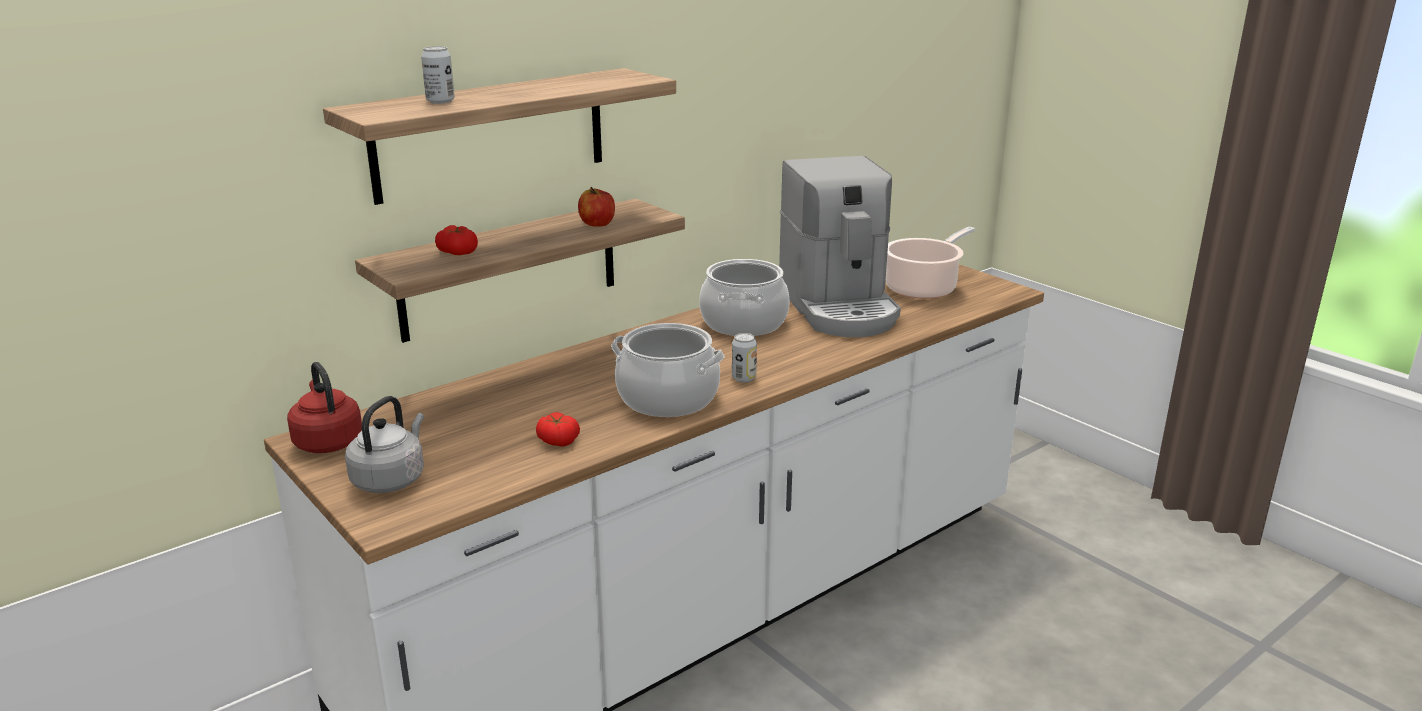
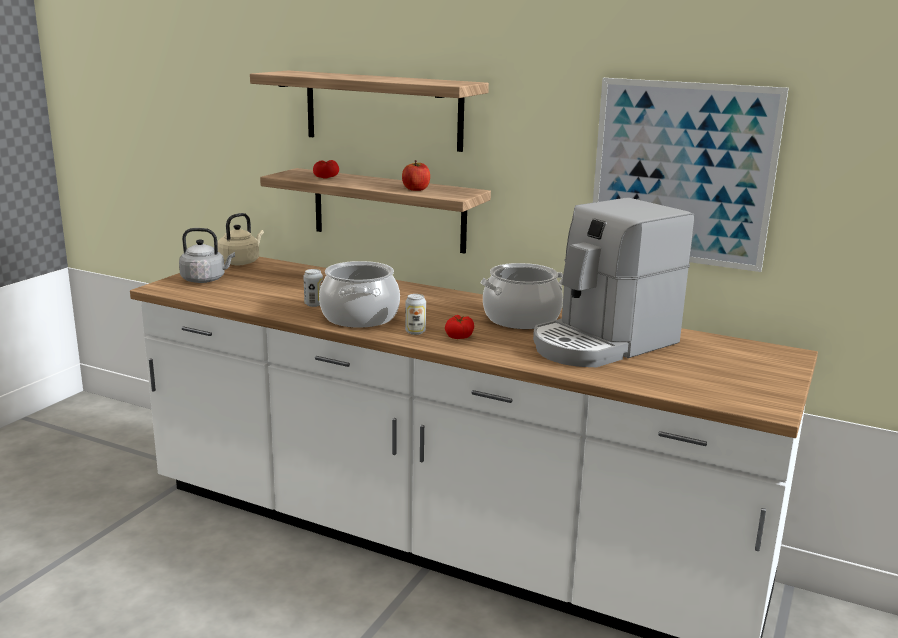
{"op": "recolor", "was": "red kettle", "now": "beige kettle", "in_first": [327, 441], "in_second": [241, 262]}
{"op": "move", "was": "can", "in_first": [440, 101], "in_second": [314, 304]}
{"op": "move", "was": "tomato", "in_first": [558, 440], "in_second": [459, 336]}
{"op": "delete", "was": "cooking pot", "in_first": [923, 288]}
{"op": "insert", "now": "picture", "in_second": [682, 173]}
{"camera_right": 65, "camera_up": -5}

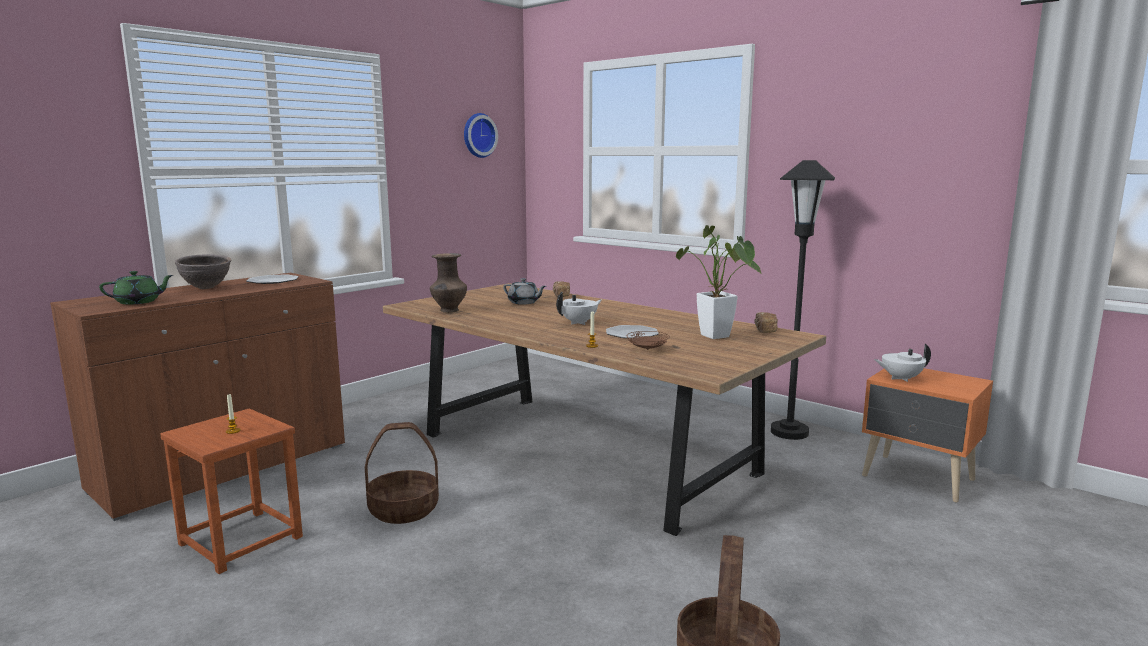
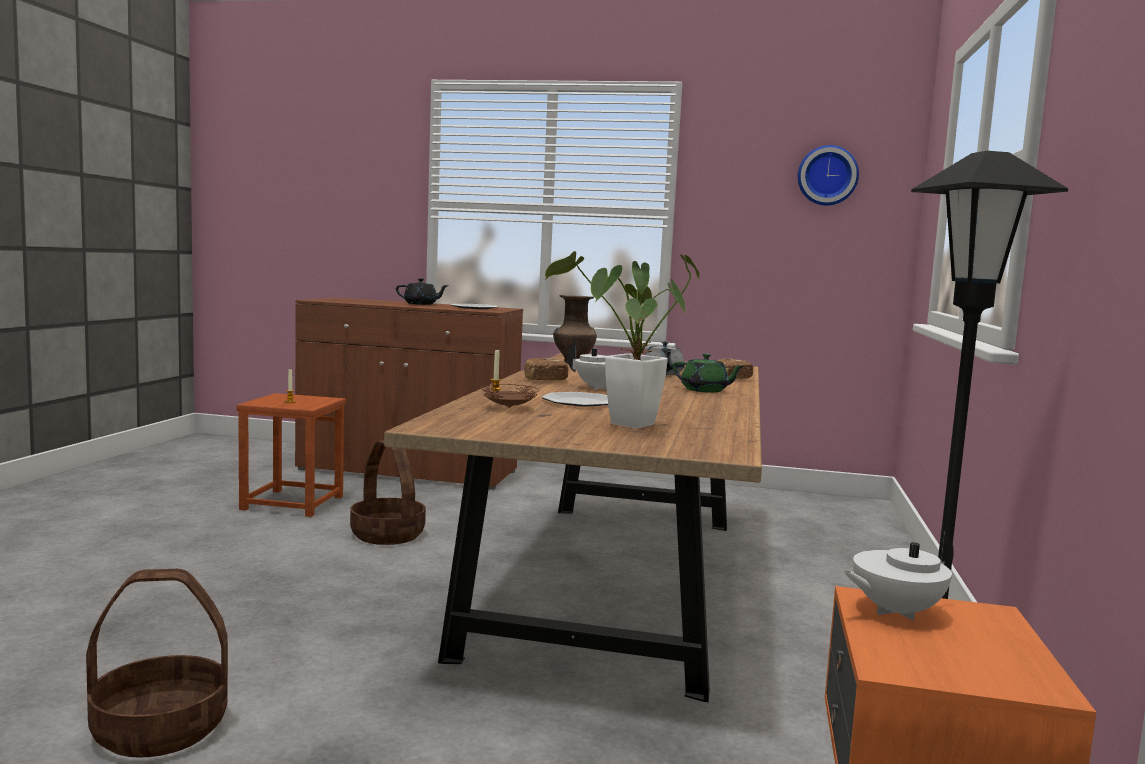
{"op": "move", "was": "green teapot", "in_first": [139, 302], "in_second": [705, 390]}
{"op": "replace", "was": "brown bowl", "now": "black teapot", "in_first": [206, 288], "in_second": [421, 304]}
{"op": "move", "was": "bread", "in_first": [765, 331], "in_second": [545, 380]}
{"op": "rotate", "was": "white teapot", "in_first": [900, 378], "in_second": [894, 611], "clockwise": -75}
{"camera_right": 60, "camera_up": -5}

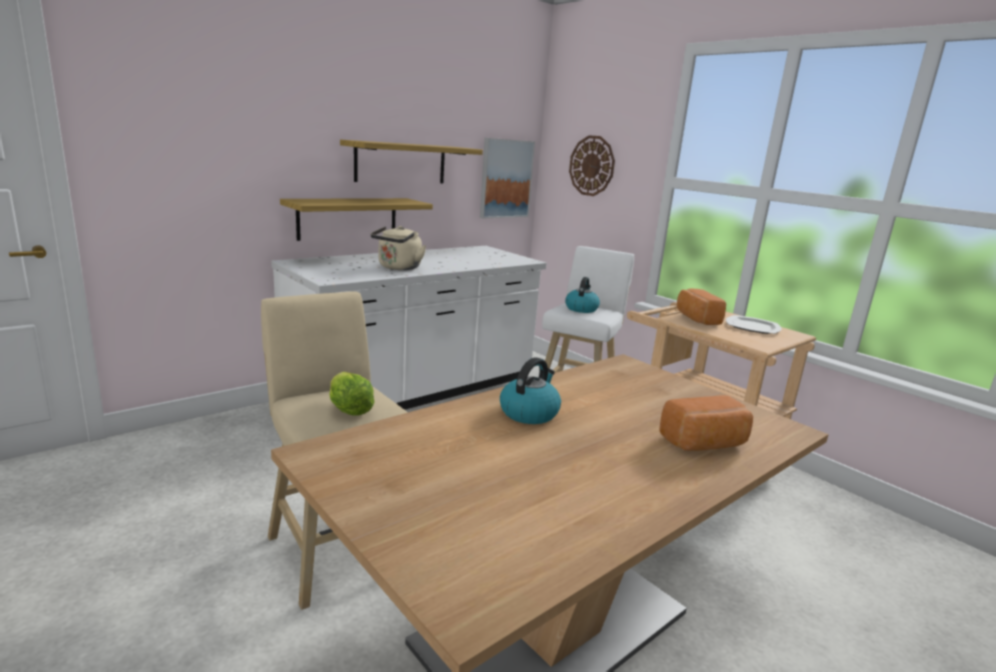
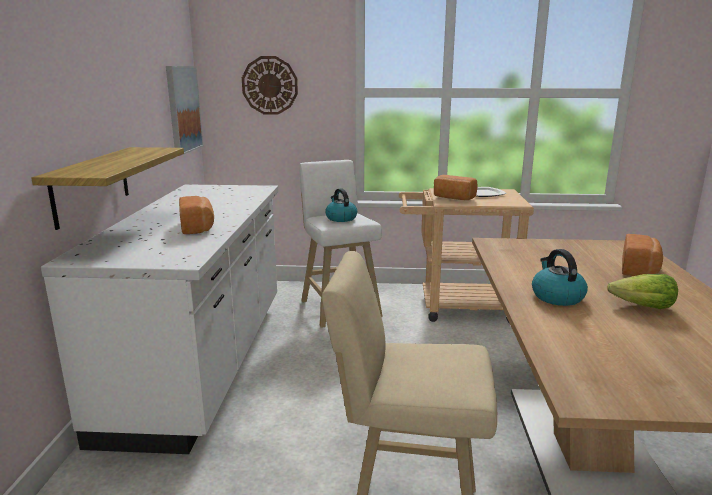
{"op": "move", "was": "lettuce", "in_first": [349, 408], "in_second": [643, 307]}
{"op": "delete", "was": "shelf", "in_first": [401, 163]}
{"op": "replace", "was": "beige kettle", "now": "bread", "in_first": [398, 268], "in_second": [198, 227]}
{"camera_right": -45, "camera_up": 0}

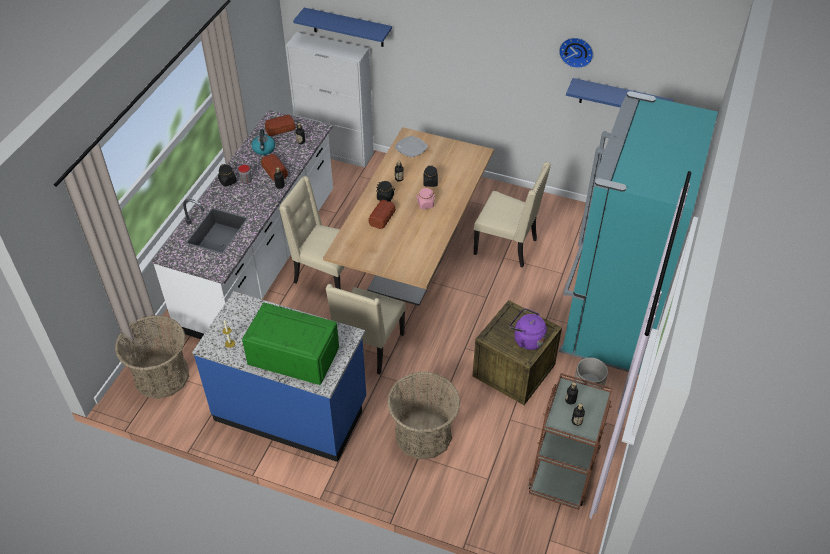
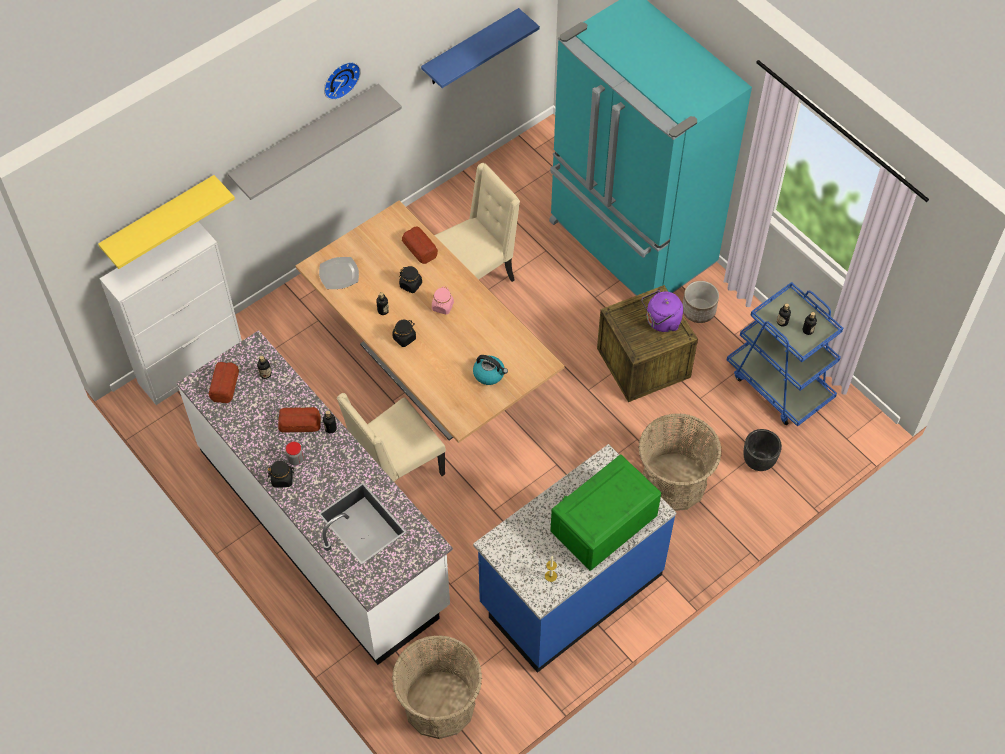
{"op": "move", "was": "kettle", "in_first": [264, 149], "in_second": [489, 374]}
{"op": "recolor", "was": "blue shelf", "now": "yellow shelf", "in_first": [348, 27], "in_second": [160, 219]}
{"op": "delete", "was": "beige chair", "in_first": [369, 348]}
{"op": "move", "was": "bread", "in_first": [382, 217], "in_second": [420, 248]}
{"op": "recolor", "was": "brown cart", "now": "blue cart", "in_first": [564, 468], "in_second": [779, 384]}
{"op": "move", "was": "wall clock", "in_first": [576, 51], "in_second": [340, 78]}
{"op": "insert", "now": "grey shelf", "in_second": [306, 139]}
{"op": "insert", "now": "black planter", "in_second": [759, 461]}
{"camera_right": -60, "camera_up": 10}

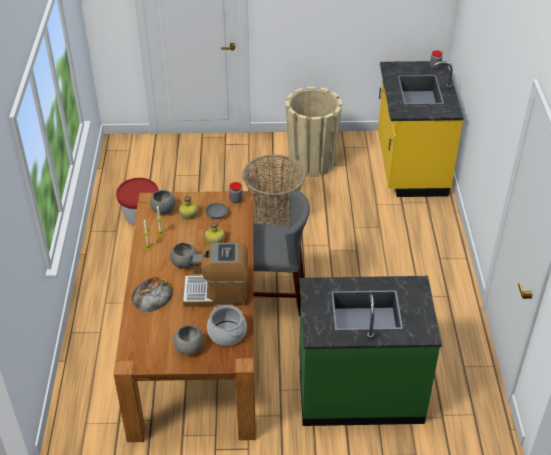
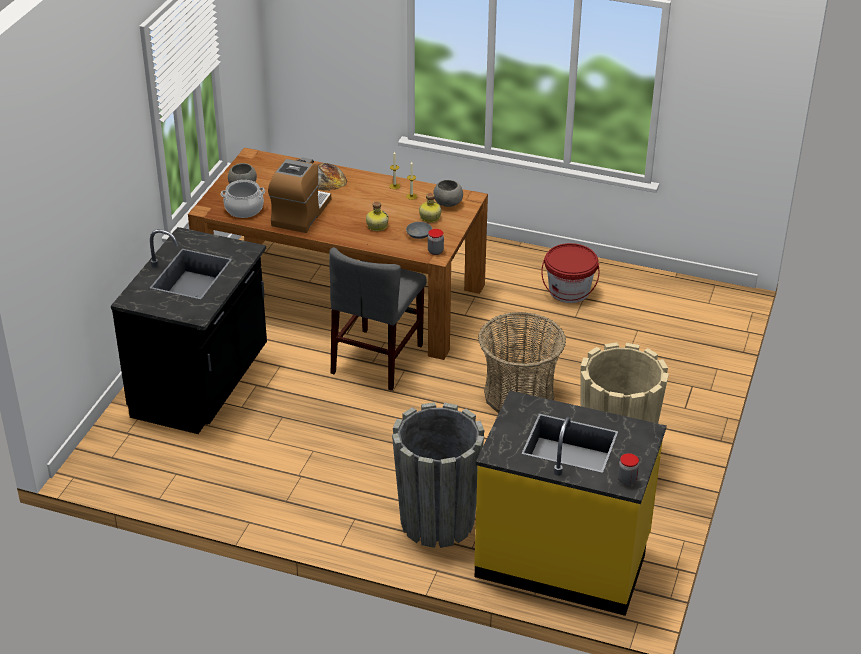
{"op": "delete", "was": "grey bowl", "in_first": [184, 264]}
{"op": "recolor", "was": "green counter", "now": "black counter", "in_first": [359, 390], "in_second": [202, 385]}
{"op": "insert", "now": "grey planter", "in_second": [437, 521]}
{"camera_right": 110, "camera_up": -5}

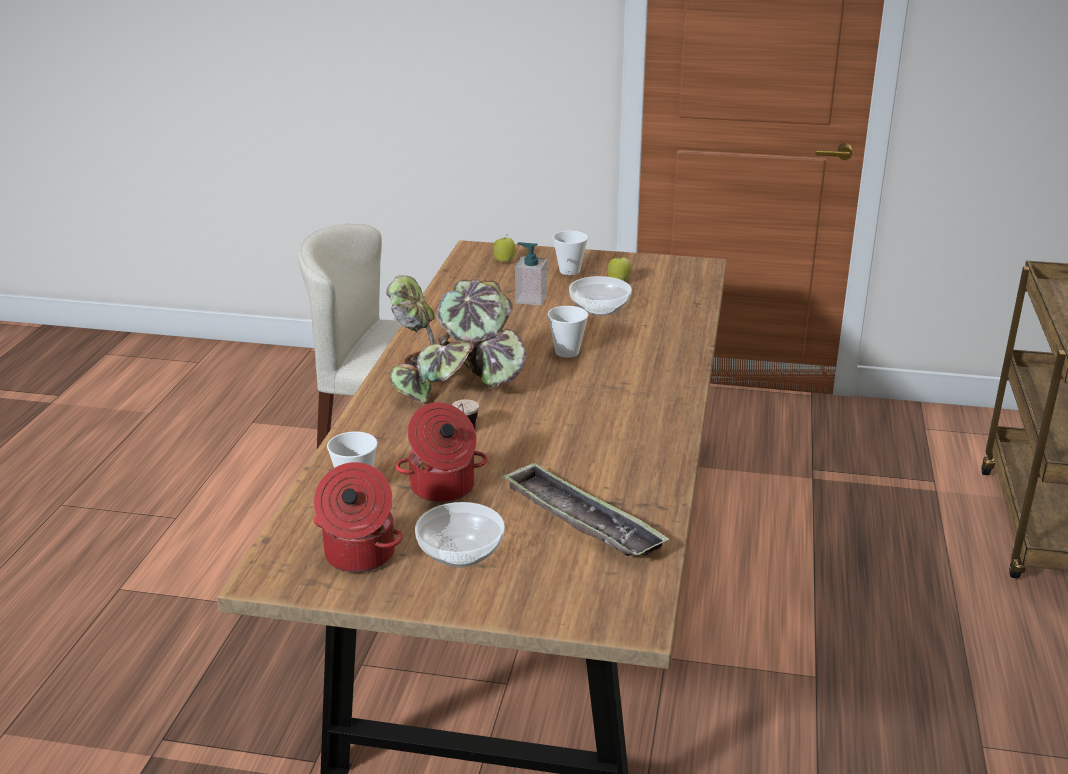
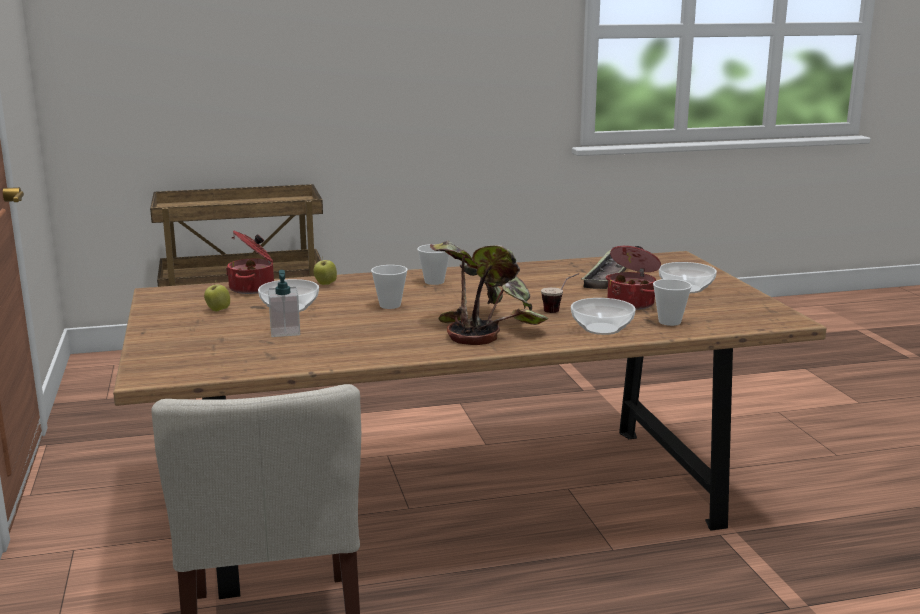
{"op": "move", "was": "cooking pot", "in_first": [358, 555], "in_second": [253, 288]}
{"op": "move", "was": "apple", "in_first": [504, 261], "in_second": [325, 284]}
{"op": "move", "was": "cup", "in_first": [569, 271], "in_second": [434, 282]}
{"op": "insert", "now": "bowl", "in_second": [601, 329]}
{"camera_right": -115, "camera_up": -10}

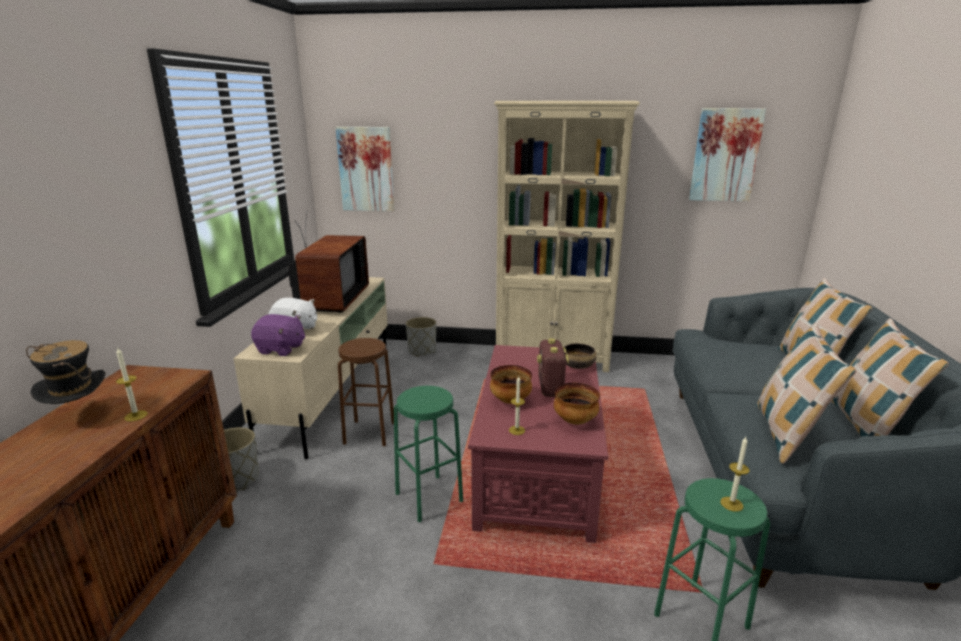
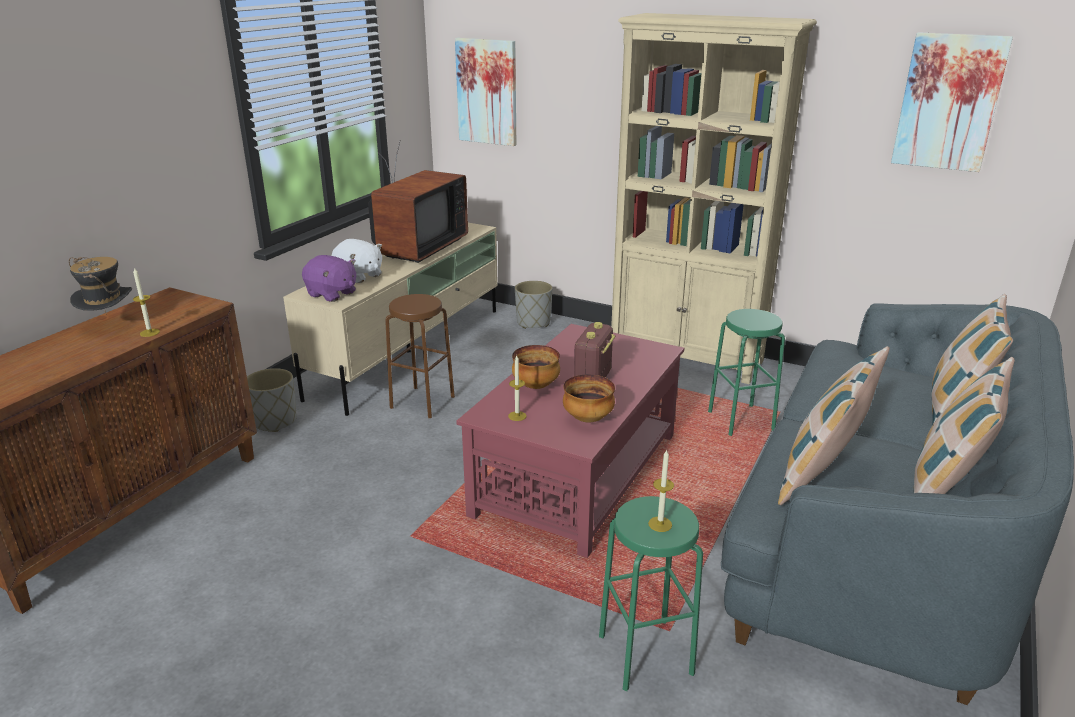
{"op": "move", "was": "green stool", "in_first": [429, 497], "in_second": [741, 421]}
{"op": "delete", "was": "bowl", "in_first": [578, 365]}
{"camera_right": 20, "camera_up": 5}

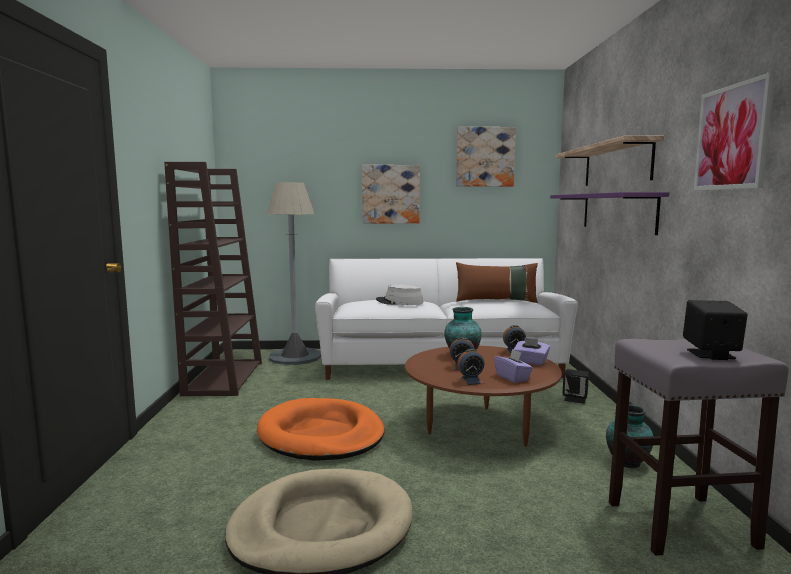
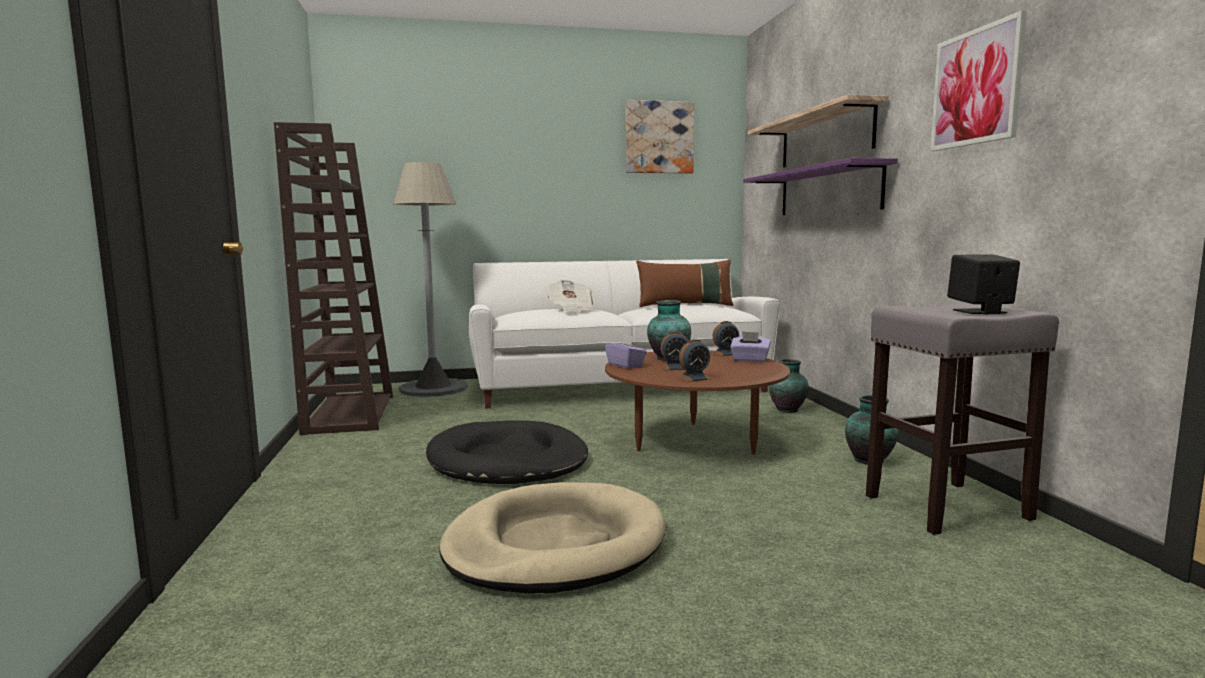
{"op": "recolor", "was": "orange dog bed", "now": "black dog bed", "in_first": [321, 435], "in_second": [507, 460]}
{"op": "delete", "was": "picture", "in_first": [390, 194]}
{"op": "replace", "was": "grey hat", "now": "newspaper", "in_first": [399, 302], "in_second": [571, 310]}
{"op": "move", "was": "purple tissue box", "in_first": [512, 377], "in_second": [625, 365]}
{"op": "replace", "was": "black speaker", "now": "vase", "in_first": [575, 399], "in_second": [788, 410]}
{"camera_right": -10, "camera_up": 0}

